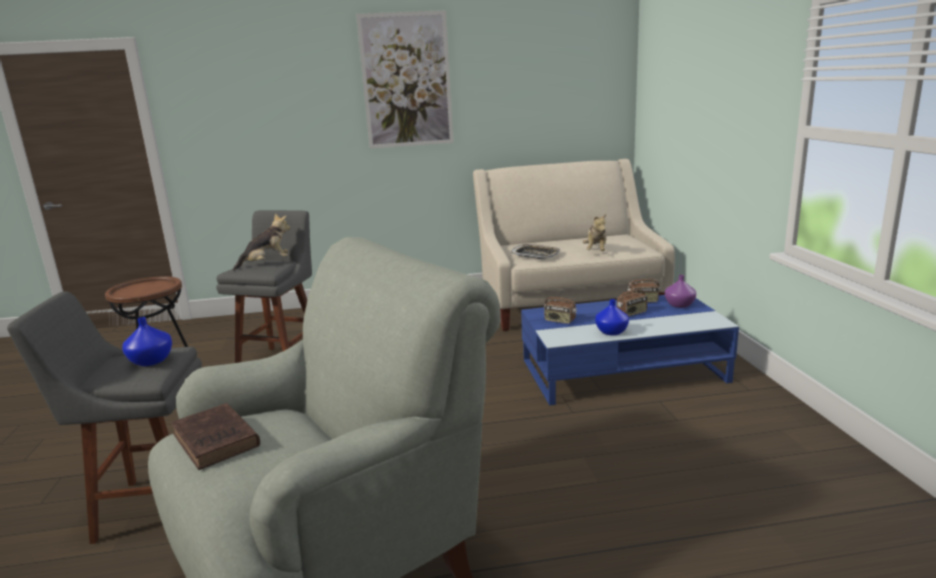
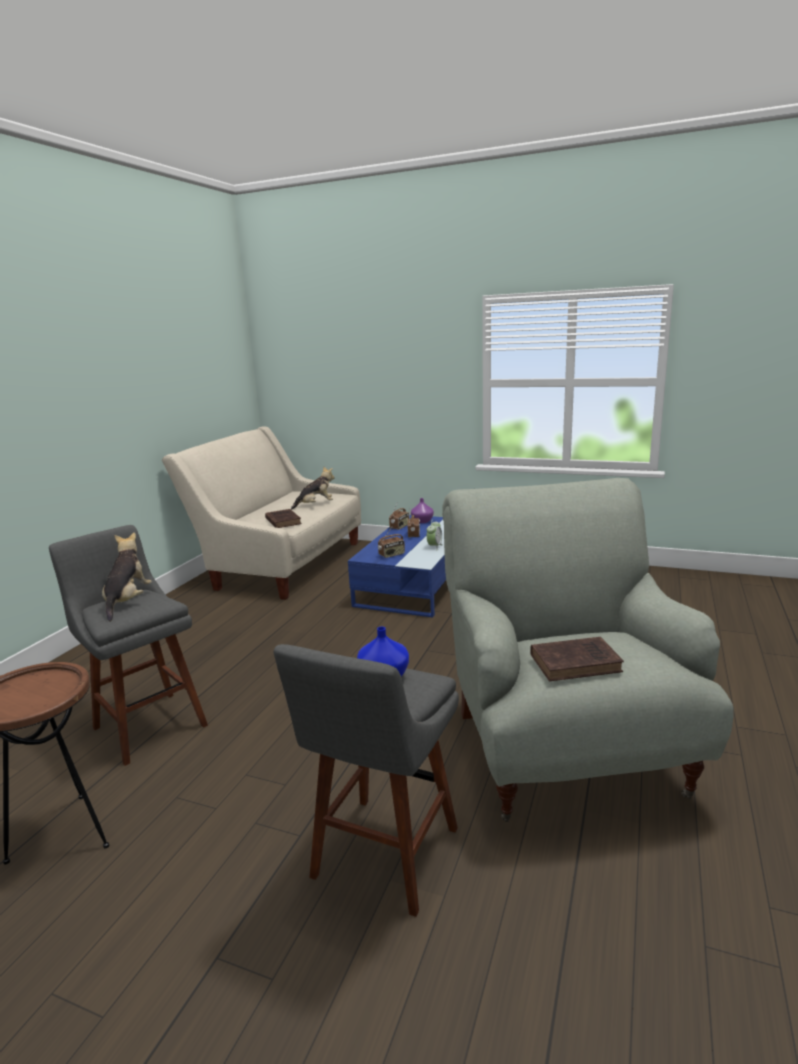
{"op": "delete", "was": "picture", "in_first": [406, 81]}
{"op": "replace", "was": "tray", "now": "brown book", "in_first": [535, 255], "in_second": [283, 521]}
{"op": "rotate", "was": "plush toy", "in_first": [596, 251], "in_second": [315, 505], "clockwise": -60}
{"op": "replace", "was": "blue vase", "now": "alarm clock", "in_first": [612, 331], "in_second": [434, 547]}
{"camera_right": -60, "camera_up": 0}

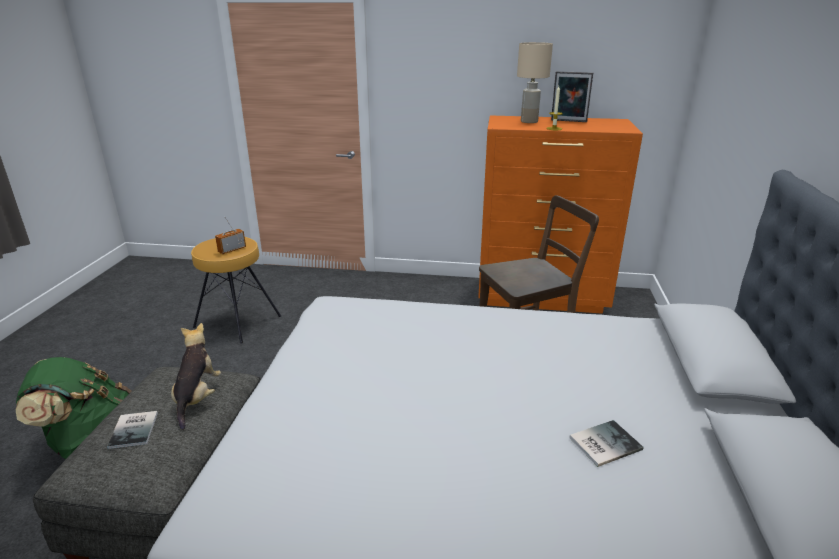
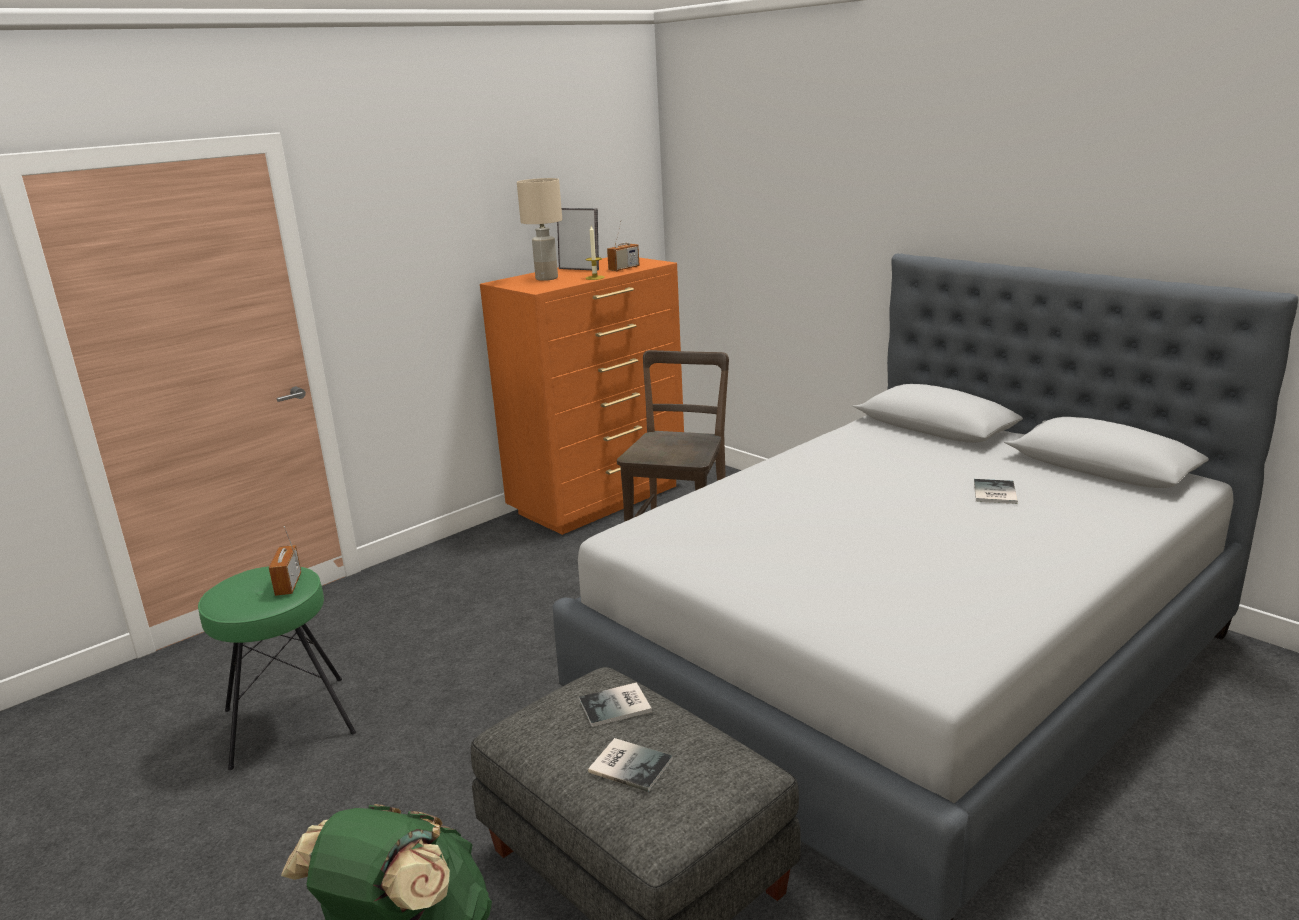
{"op": "replace", "was": "plush toy", "now": "book", "in_first": [197, 397], "in_second": [617, 706]}
{"op": "recolor", "was": "brown stool", "now": "green stool", "in_first": [237, 322], "in_second": [289, 722]}
{"op": "rotate", "was": "picture frame", "in_first": [568, 121], "in_second": [580, 269], "clockwise": -120}
{"op": "insert", "now": "radio", "in_second": [624, 269]}
{"camera_right": -50, "camera_up": -5}

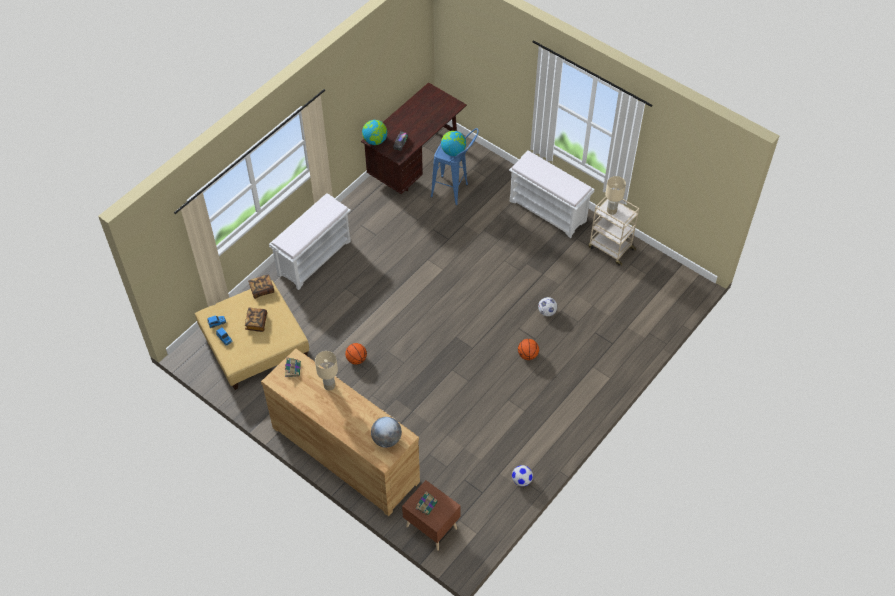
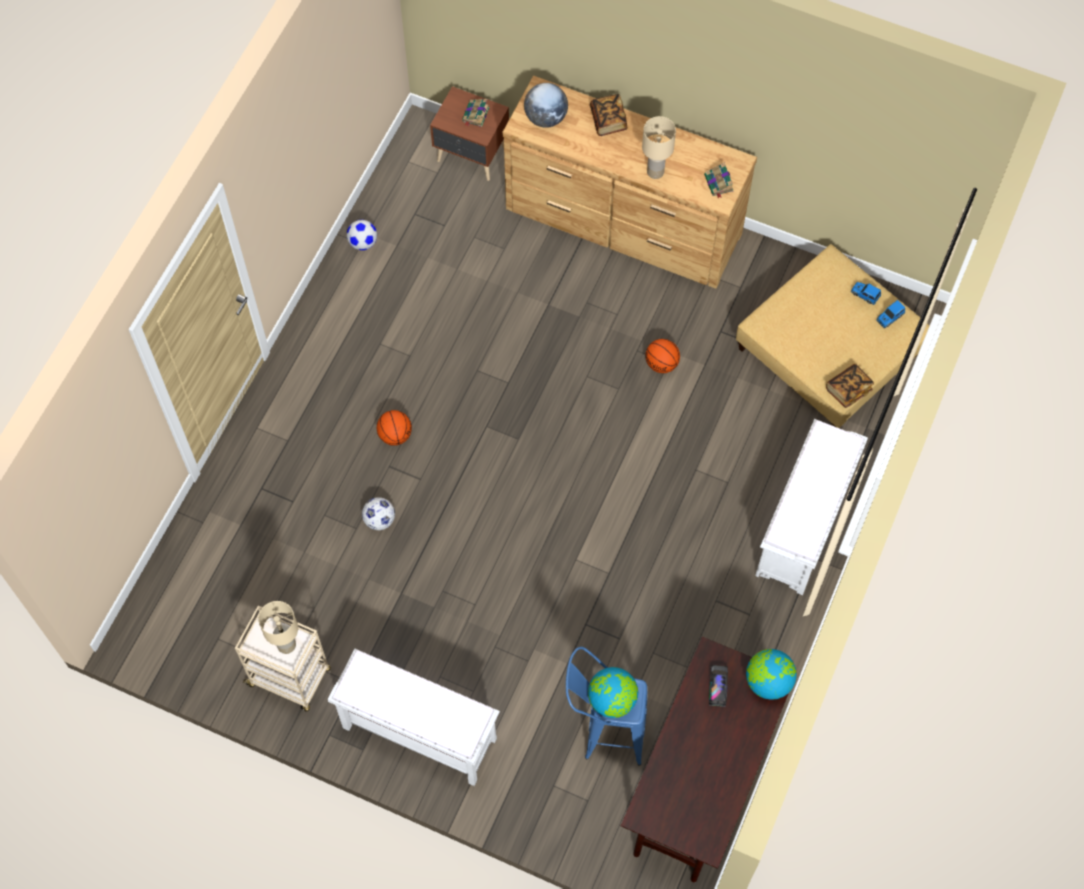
{"op": "move", "was": "book", "in_first": [256, 323], "in_second": [608, 121]}
{"camera_right": 165, "camera_up": 10}

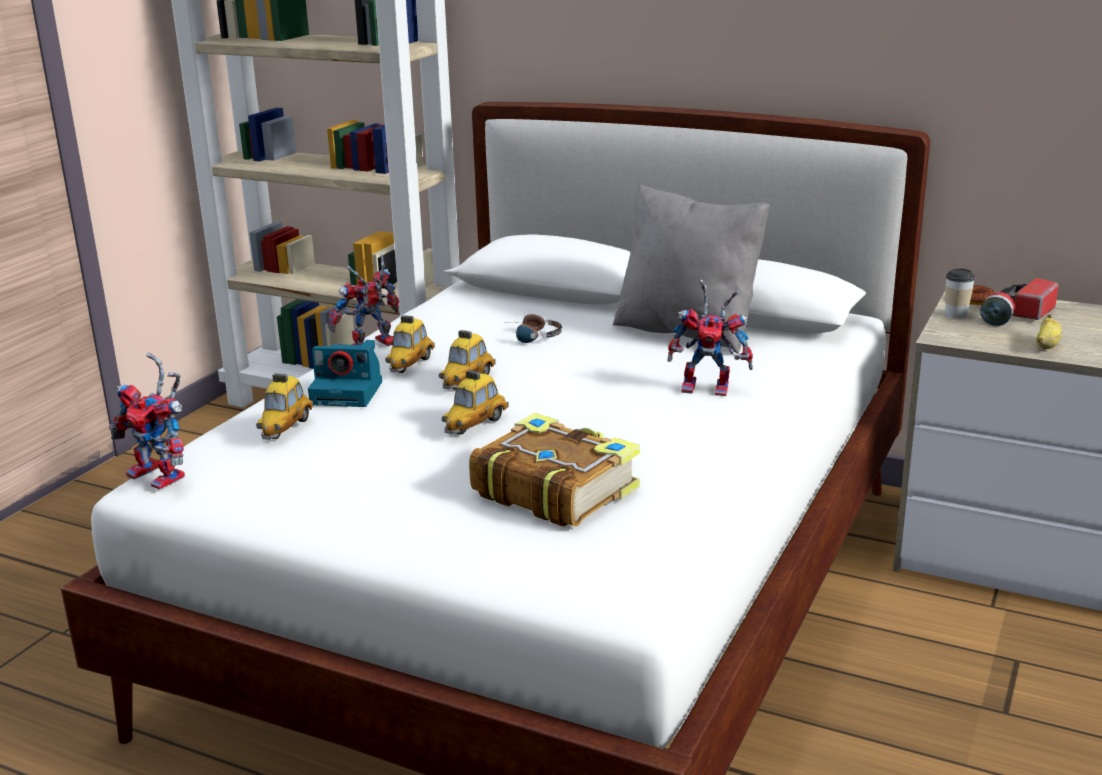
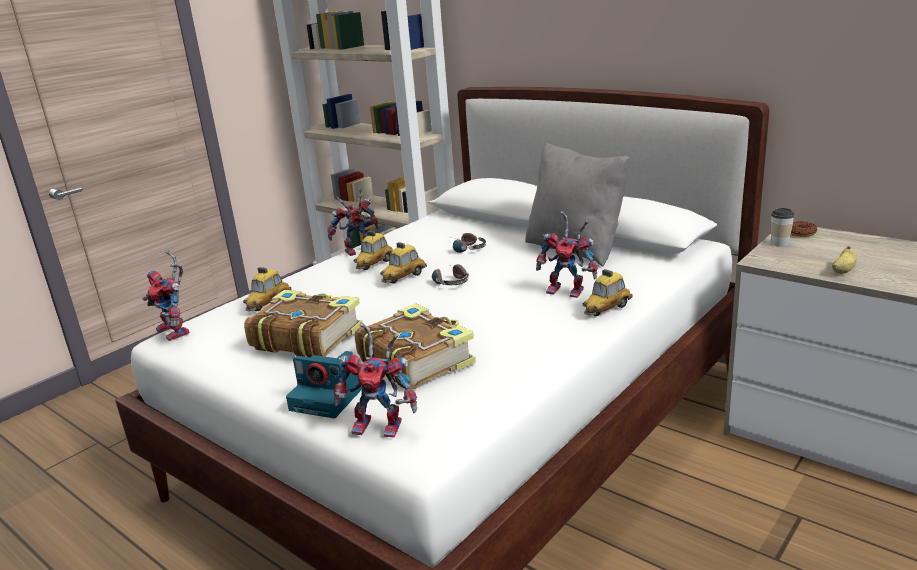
{"op": "move", "was": "photo camera", "in_first": [349, 393], "in_second": [328, 398]}
{"op": "move", "was": "toy car", "in_first": [475, 424], "in_second": [607, 309]}
{"op": "delete", "was": "flashlight", "in_first": [1016, 316]}
{"op": "insert", "now": "book", "in_second": [306, 337]}
{"op": "insert", "now": "toy robot", "in_second": [383, 426]}
{"op": "insert", "now": "headphones", "in_second": [449, 281]}
{"camera_right": 15, "camera_up": 0}

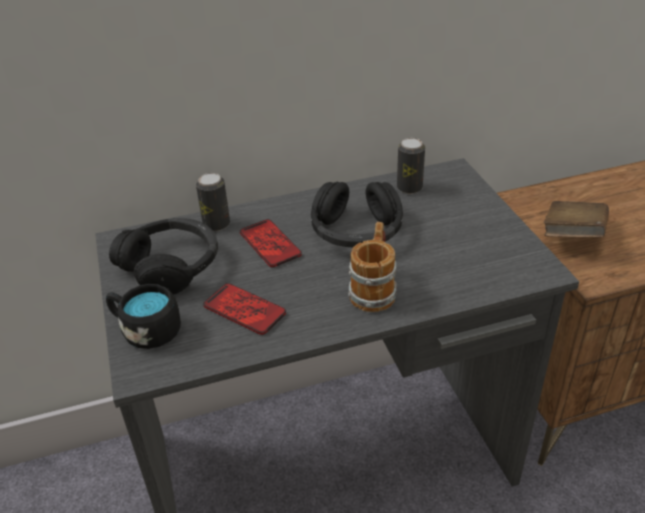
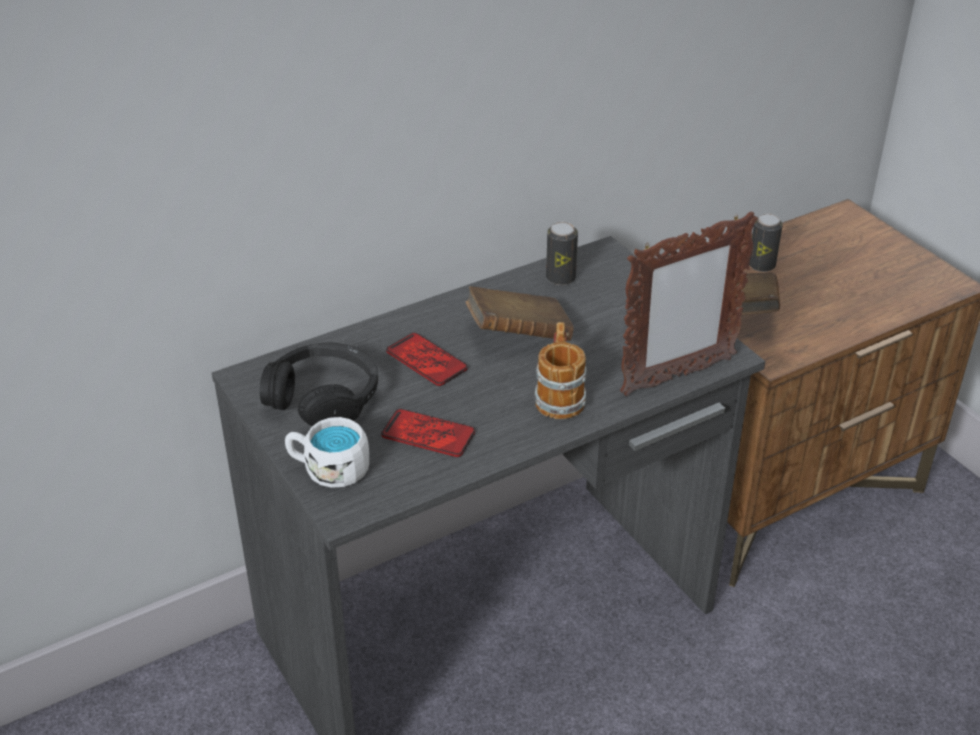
{"op": "recolor", "was": "black mug", "now": "white mug", "in_first": [146, 330], "in_second": [329, 469]}
{"op": "move", "was": "can", "in_first": [216, 224], "in_second": [761, 265]}
{"op": "replace", "was": "black headphones", "now": "brown book", "in_first": [356, 232], "in_second": [518, 335]}
{"op": "insert", "now": "picture frame", "in_second": [677, 376]}
{"camera_right": -15, "camera_up": 0}

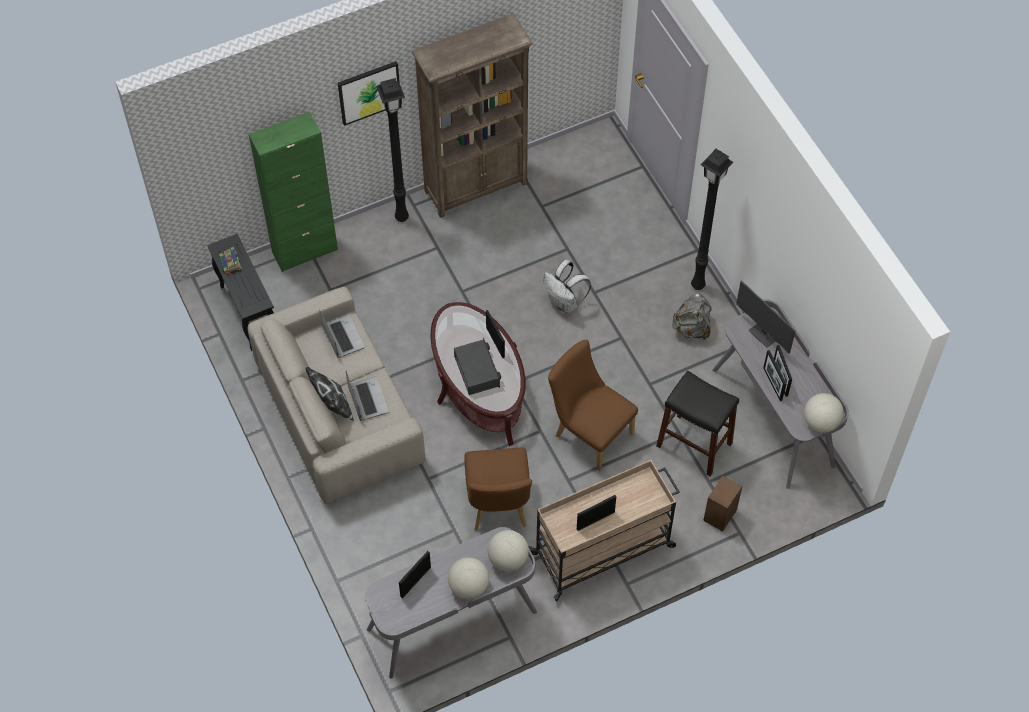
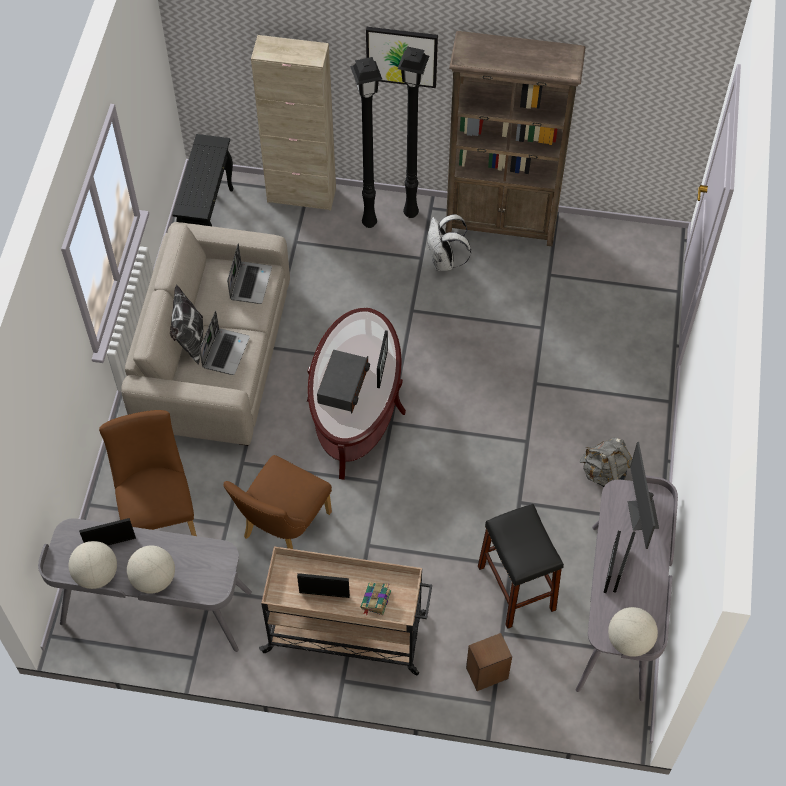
{"op": "move", "was": "book", "in_first": [230, 263], "in_second": [375, 600]}
{"op": "recolor", "was": "green cabinet", "now": "beige cabinet", "in_first": [305, 251], "in_second": [301, 195]}
{"op": "move", "was": "globe", "in_first": [508, 559], "in_second": [96, 574]}
{"op": "move", "was": "white backpack", "in_first": [564, 303], "in_second": [444, 261]}
{"op": "move", "was": "brown chair", "in_first": [589, 432], "in_second": [158, 512]}
{"op": "move", "was": "black floor lamp", "in_first": [699, 285], "in_second": [370, 223]}
{"camera_right": 35, "camera_up": 0}

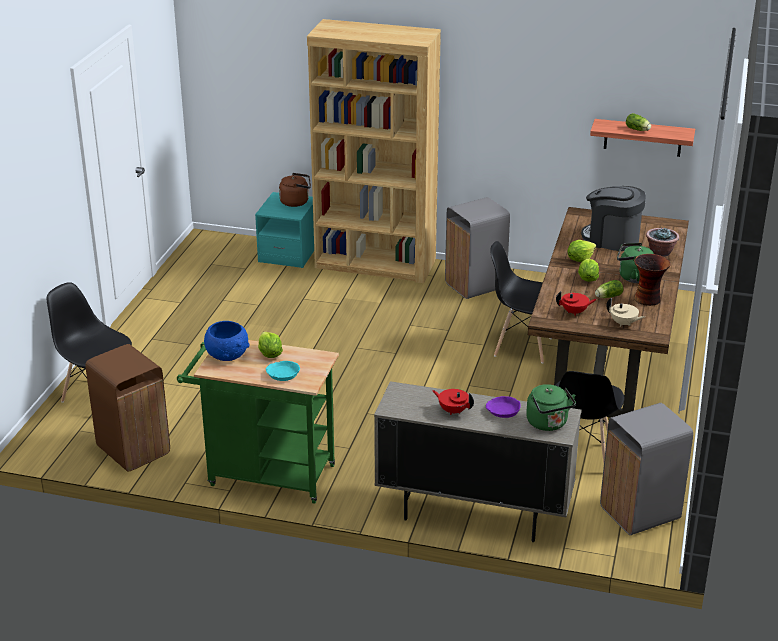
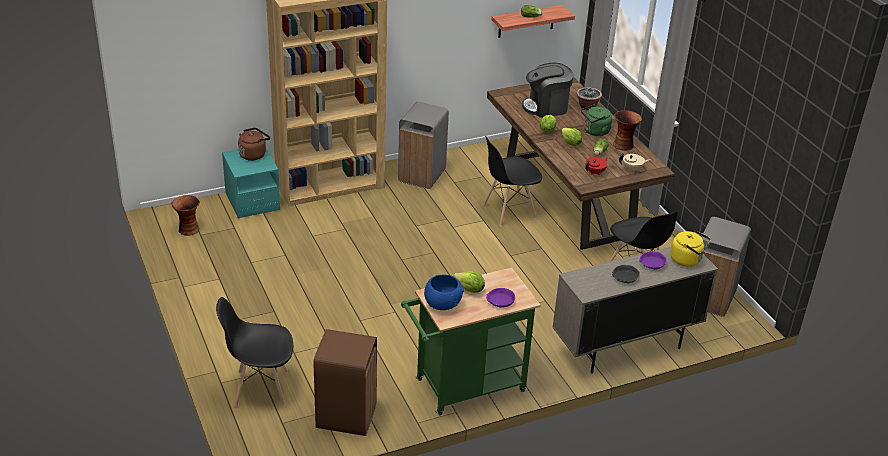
{"op": "recolor", "was": "turquoise bowl", "now": "purple bowl", "in_first": [283, 374], "in_second": [500, 301]}
{"op": "replace", "was": "red teapot", "now": "grey bowl", "in_first": [453, 410], "in_second": [624, 277]}
{"op": "recolor", "was": "green kettle", "now": "yellow kettle", "in_first": [548, 424], "in_second": [687, 260]}
{"op": "insert", "now": "vase", "in_second": [188, 229]}
{"camera_right": -40, "camera_up": 5}

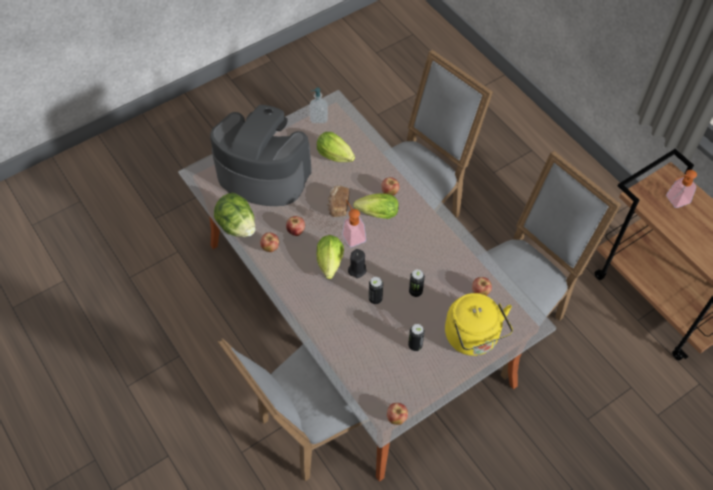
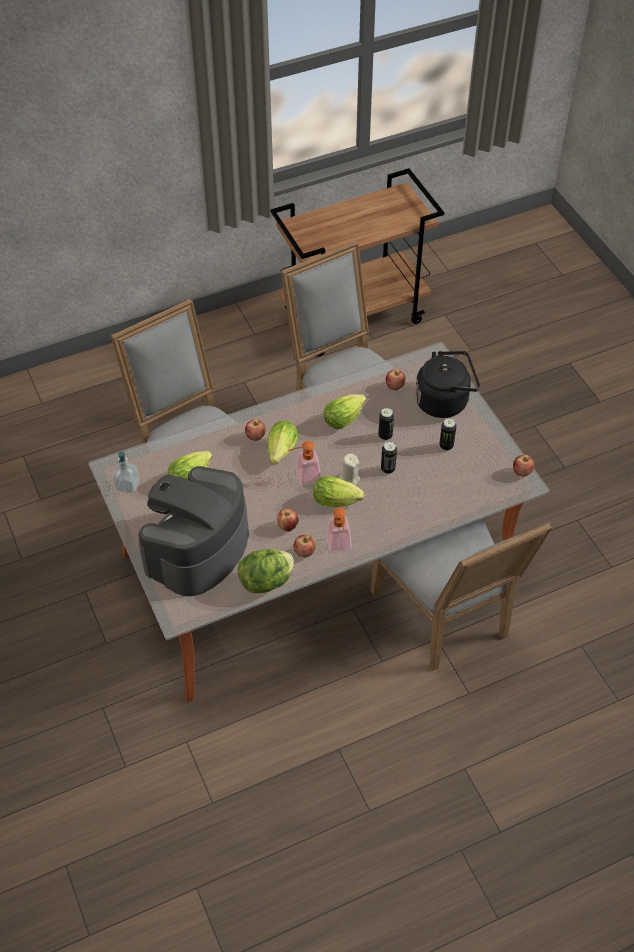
{"op": "delete", "was": "bread", "in_first": [338, 206]}
{"op": "recolor", "was": "black candle", "now": "beige candle", "in_first": [357, 270], "in_second": [349, 479]}
{"op": "recolor", "was": "yellow kettle", "now": "black kettle", "in_first": [473, 338], "in_second": [444, 401]}
{"op": "move", "was": "soap dispenser", "in_first": [674, 201], "in_second": [339, 546]}
{"op": "insert", "now": "lettuce", "in_second": [345, 418]}
{"camera_right": -80, "camera_up": -5}

